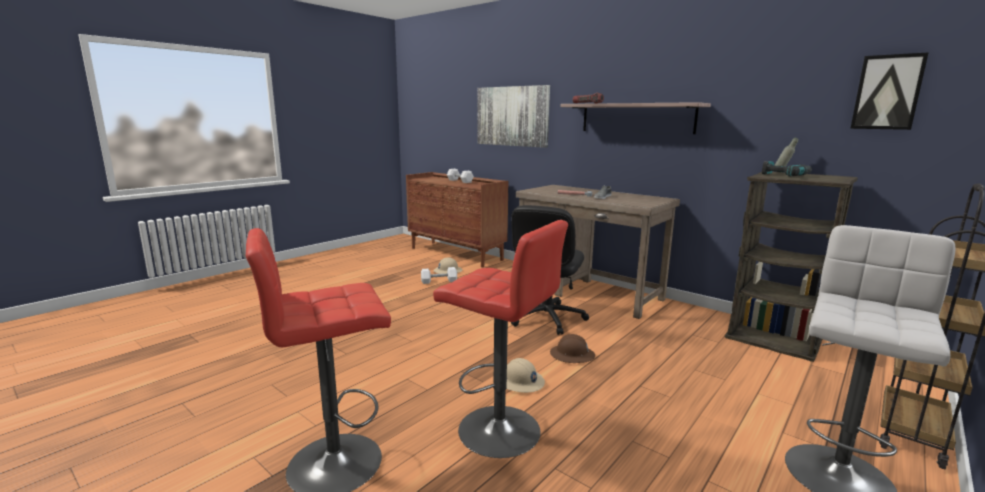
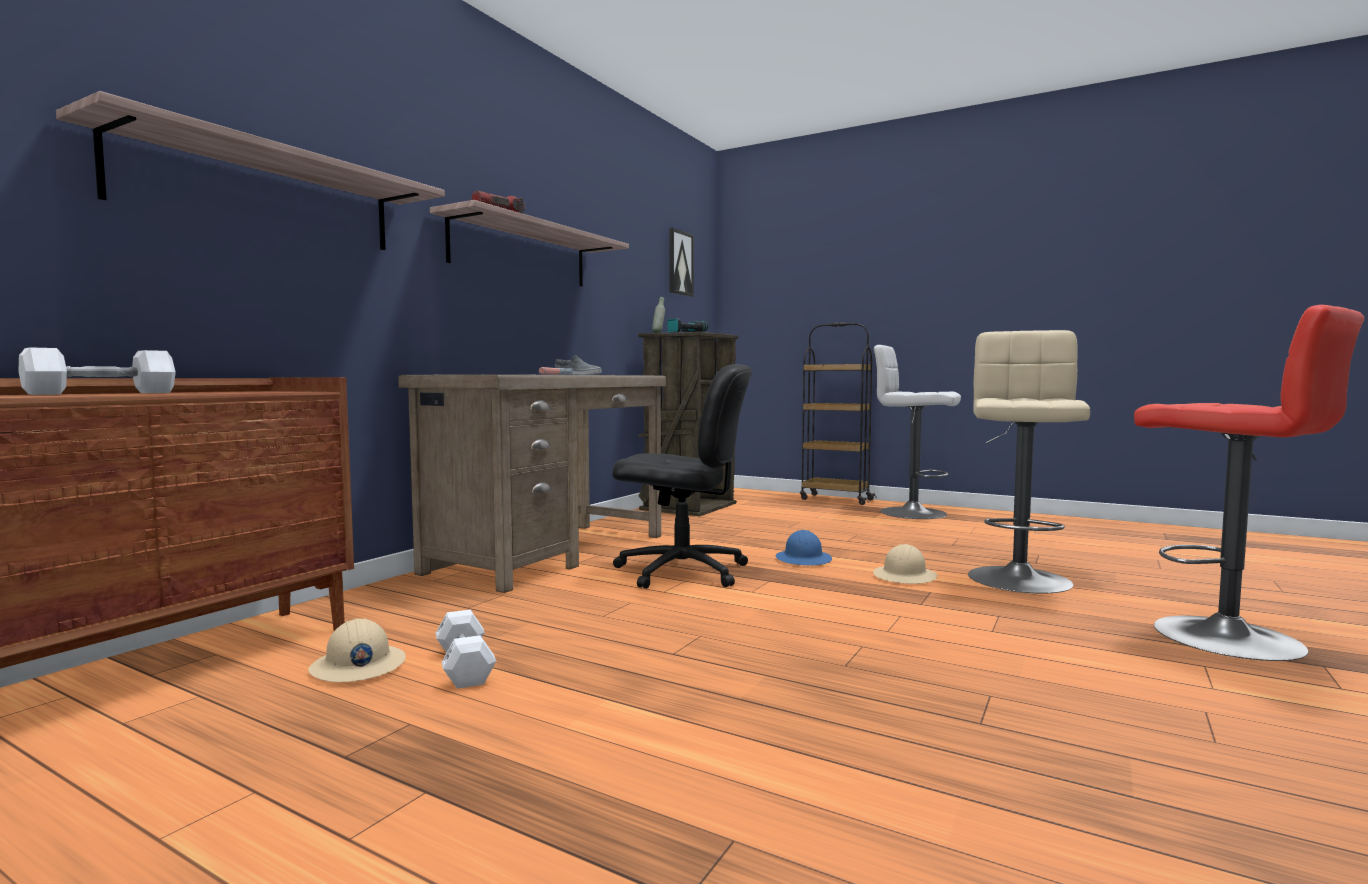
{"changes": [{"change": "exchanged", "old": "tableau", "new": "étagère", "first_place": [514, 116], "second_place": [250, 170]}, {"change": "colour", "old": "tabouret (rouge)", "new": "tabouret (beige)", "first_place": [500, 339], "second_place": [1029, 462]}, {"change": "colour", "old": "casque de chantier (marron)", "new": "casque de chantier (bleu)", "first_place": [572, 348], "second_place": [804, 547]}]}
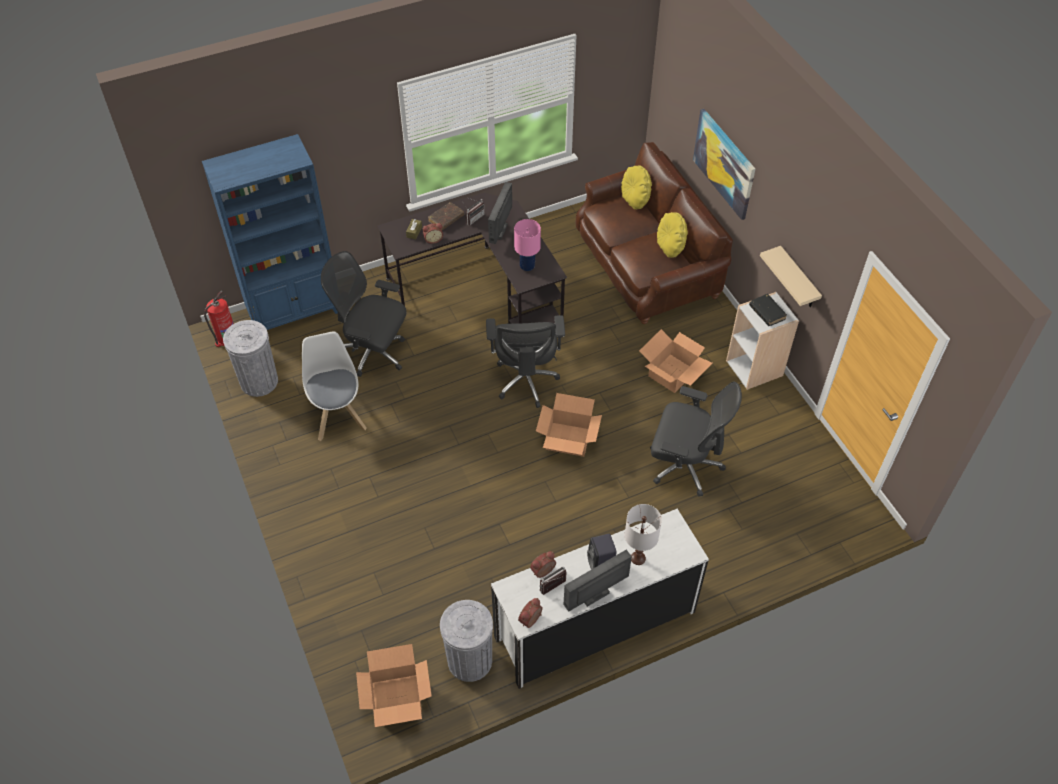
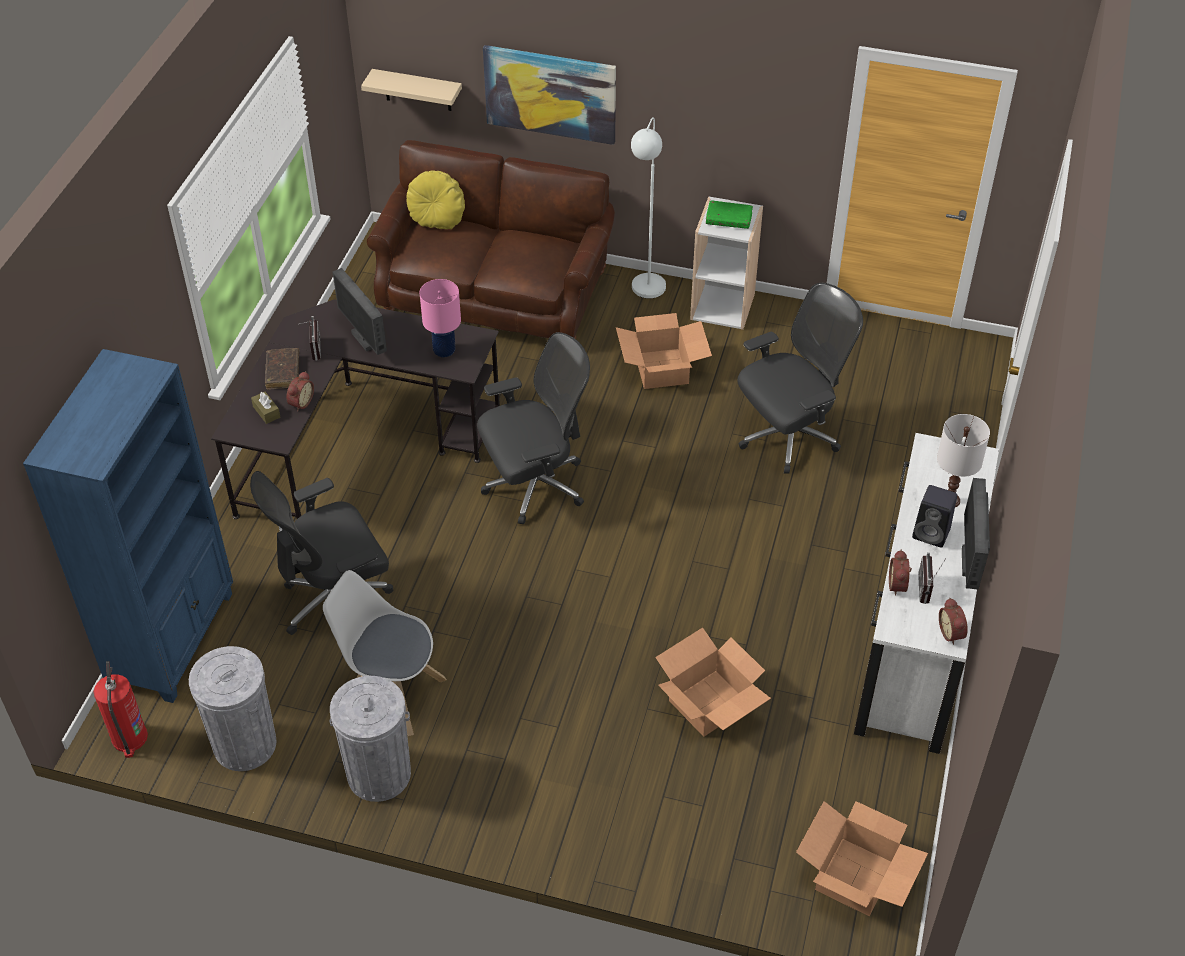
{"changes": [{"change": "missing", "old": "coussin (jaune)", "first_place": [672, 235]}, {"change": "relocated", "old": "étagère (beige)", "first_place": [791, 276], "second_place": [411, 90]}, {"change": "colour", "old": "livre (noir)", "new": "livre (vert)", "first_place": [768, 310], "second_place": [729, 214]}, {"change": "spun", "old": "chaise de bureau", "first_place": [525, 361], "second_place": [533, 428], "degrees": -60}, {"change": "relocated", "old": "carton", "first_place": [569, 425], "second_place": [713, 681]}, {"change": "relocated", "old": "poubelle (gris)", "first_place": [466, 641], "second_place": [370, 739]}, {"change": "appeared", "new": "lampadaire (blanc)", "second_place": [648, 208]}]}
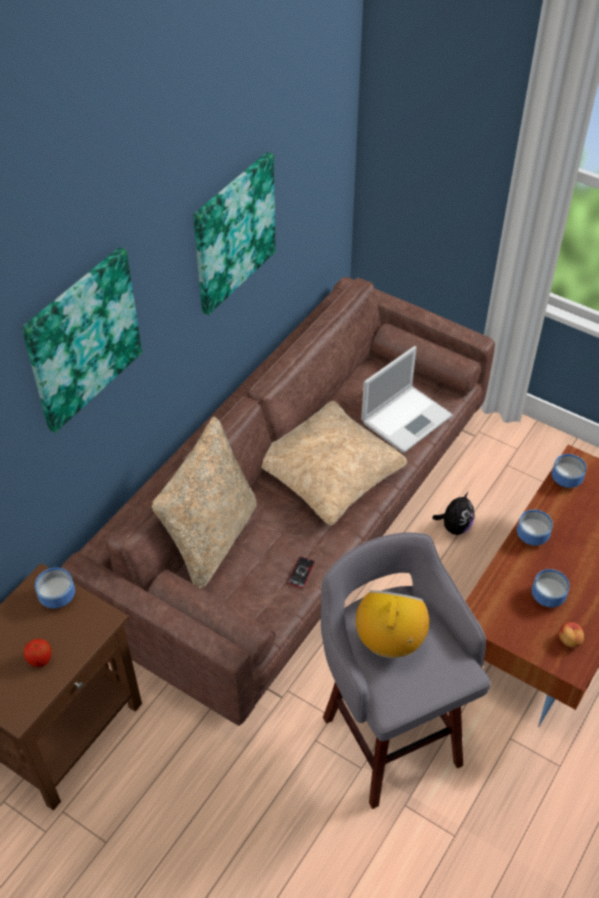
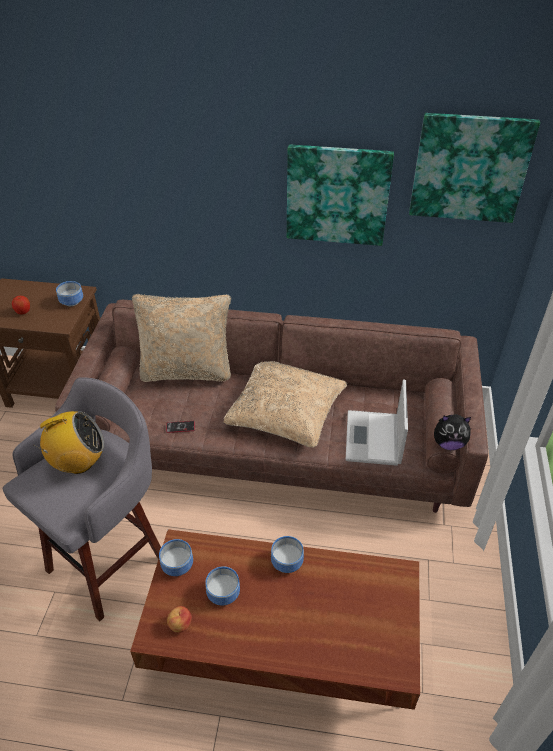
{"changes": [{"change": "relocated", "old": "tableau", "first_place": [82, 340], "second_place": [474, 168]}, {"change": "spun", "old": "ordinateur portable", "first_place": [407, 399], "second_place": [377, 422], "degrees": 75}, {"change": "relocated", "old": "bol", "first_place": [569, 471], "second_place": [176, 557]}, {"change": "relocated", "old": "peluche", "first_place": [453, 513], "second_place": [452, 432]}]}
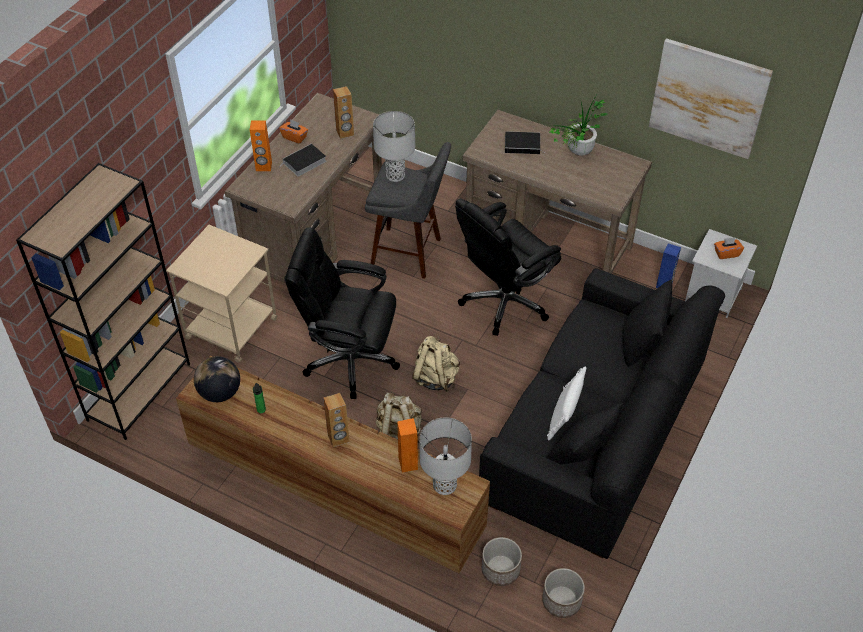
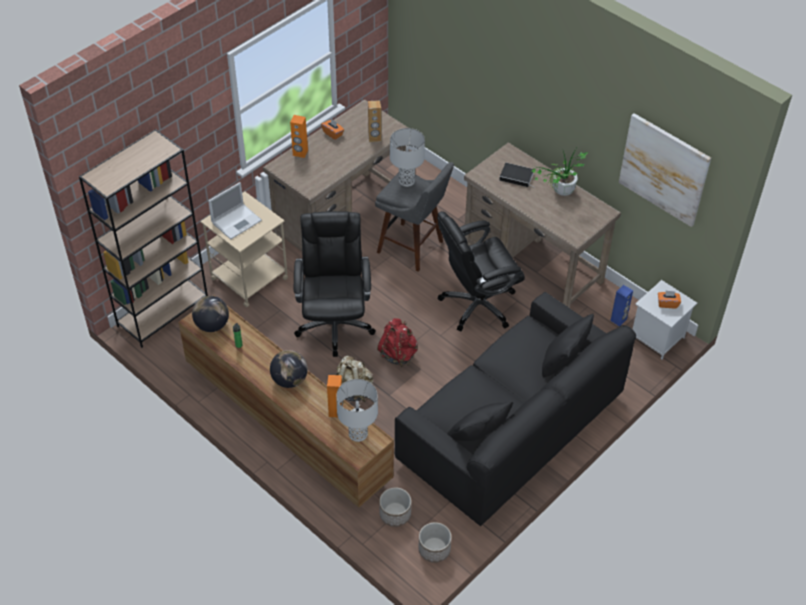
{"changes": [{"change": "missing", "old": "livre", "first_place": [304, 160]}, {"change": "spun", "old": "chaise de bureau (noir)", "first_place": [342, 313], "second_place": [334, 284], "degrees": 60}, {"change": "colour", "old": "sac à dos (beige)", "new": "sac à dos (rouge)", "first_place": [436, 364], "second_place": [397, 342]}, {"change": "missing", "old": "coussin (blanc)", "first_place": [566, 403]}, {"change": "exchanged", "old": "enceinte (marron)", "new": "globe", "first_place": [336, 420], "second_place": [289, 369]}, {"change": "appeared", "new": "ordinateur portable", "second_place": [235, 211]}]}
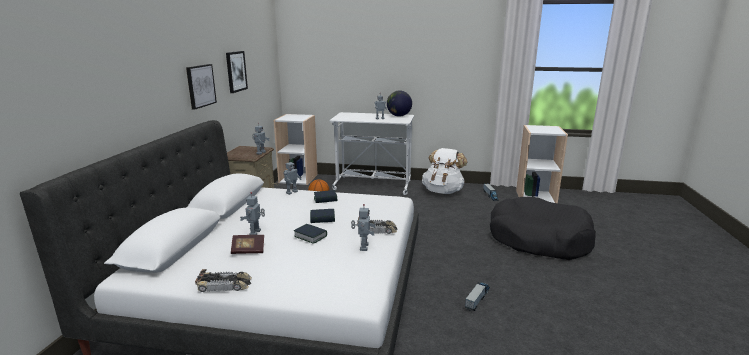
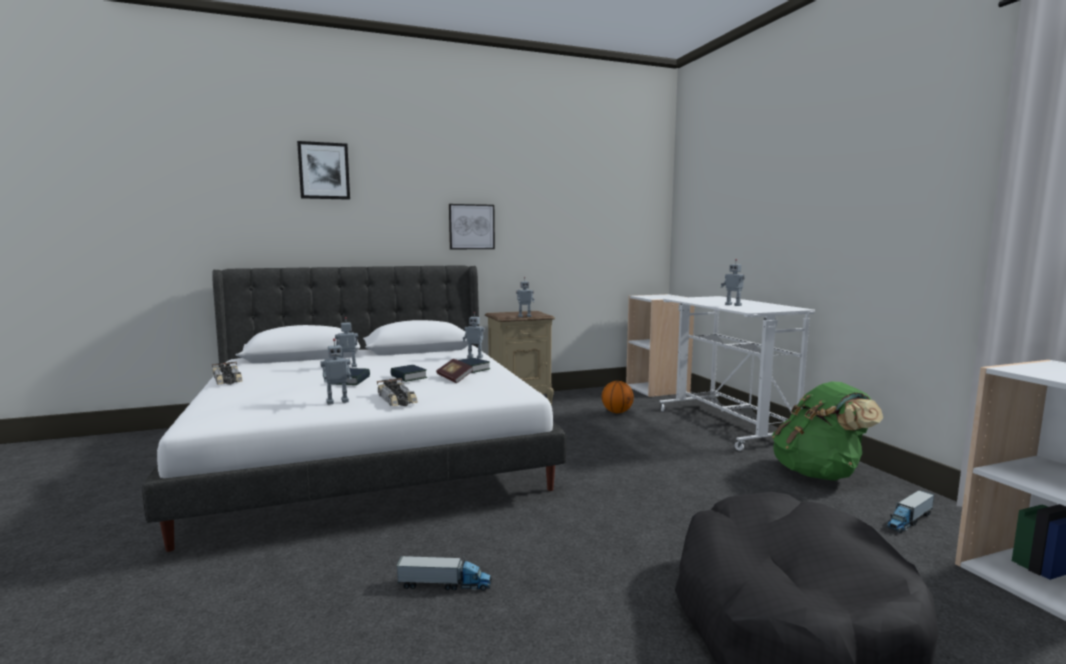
{"changes": [{"change": "relocated", "old": "tableau", "first_place": [237, 72], "second_place": [323, 170]}, {"change": "missing", "old": "globe", "first_place": [399, 103]}, {"change": "colour", "old": "sac à dos (blanc)", "new": "sac à dos (vert)", "first_place": [444, 171], "second_place": [827, 431]}, {"change": "relocated", "old": "livre", "first_place": [247, 244], "second_place": [454, 371]}]}
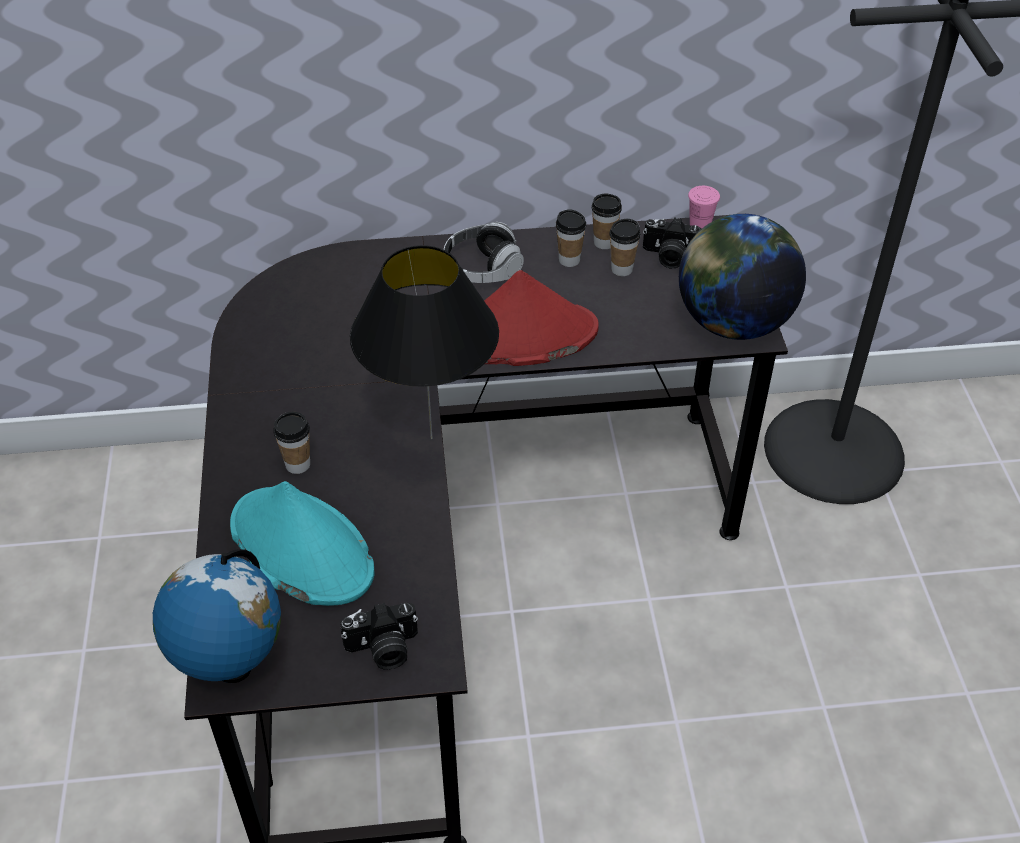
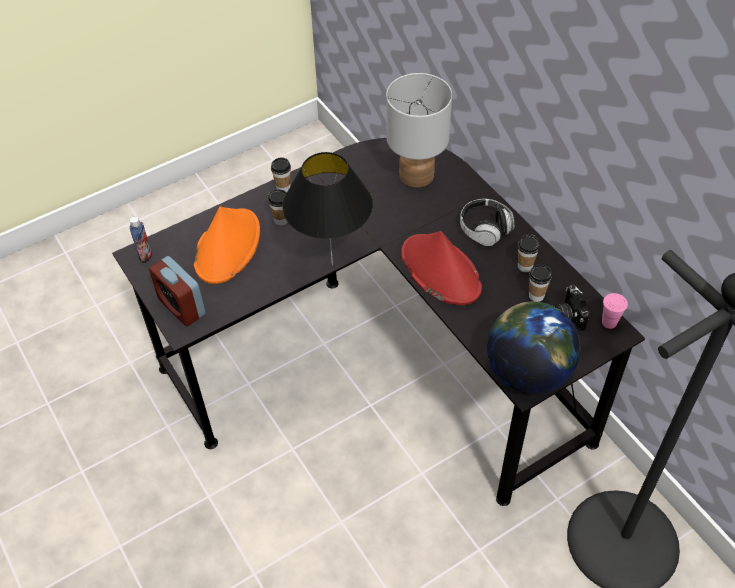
{"changes": [{"change": "relocated", "old": "tasse", "first_place": [607, 221], "second_place": [281, 174]}, {"change": "colour", "old": "chapeau (turquoise)", "new": "chapeau (orange)", "first_place": [302, 543], "second_place": [227, 245]}, {"change": "exchanged", "old": "globe", "new": "bouteille", "first_place": [217, 616], "second_place": [141, 239]}, {"change": "exchanged", "old": "appareil photo", "new": "réveil", "first_place": [379, 636], "second_place": [177, 291]}, {"change": "appeared", "new": "lampe de table (gris)", "second_place": [419, 130]}]}
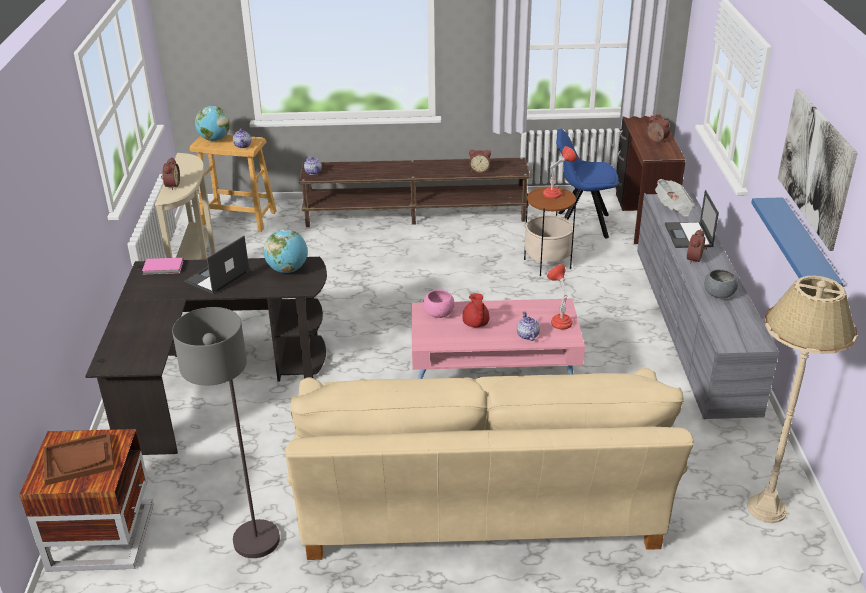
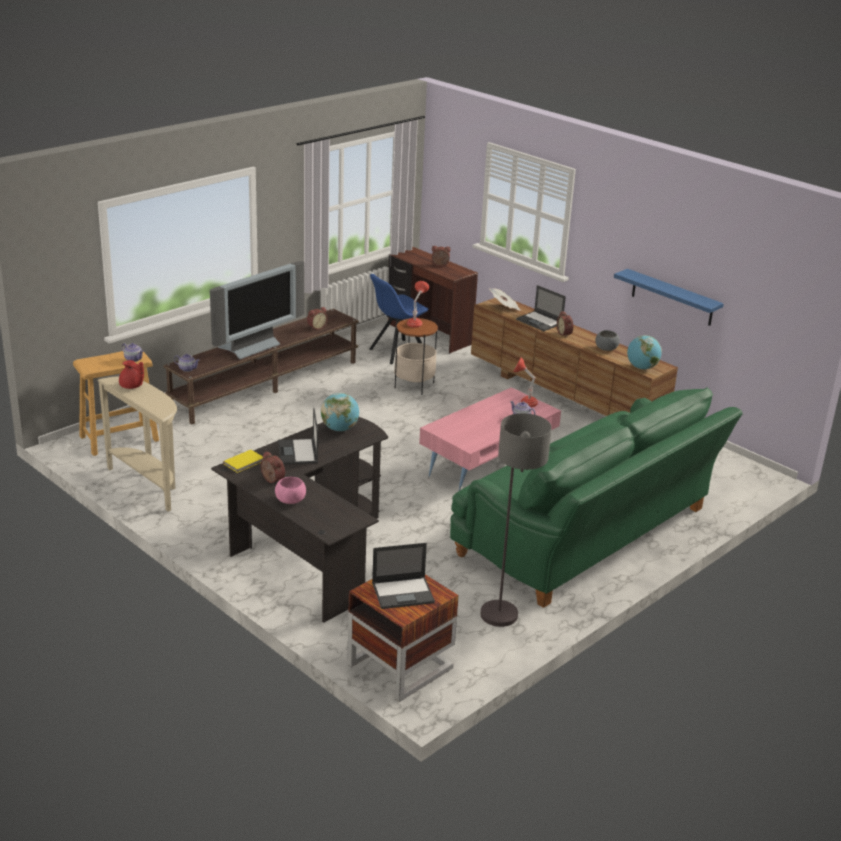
{"changes": [{"change": "missing", "old": "tableau", "first_place": [817, 170]}, {"change": "relocated", "old": "globe", "first_place": [212, 123], "second_place": [644, 352]}, {"change": "relocated", "old": "réveil", "first_place": [170, 173], "second_place": [273, 467]}, {"change": "colour", "old": "meuble de rangement (gris)", "new": "meuble de rangement (marron)", "first_place": [708, 306], "second_place": [574, 357]}, {"change": "colour", "old": "livre (rose)", "new": "livre (jaune)", "first_place": [163, 266], "second_place": [243, 461]}, {"change": "missing", "old": "lampadaire (beige)", "first_place": [802, 399]}, {"change": "relocated", "old": "bol (rose)", "first_place": [439, 304], "second_place": [290, 490]}, {"change": "relocated", "old": "théière (rouge)", "first_place": [475, 310], "second_place": [131, 374]}, {"change": "colour", "old": "canapé (beige)", "new": "canapé (vert)", "first_place": [489, 464], "second_place": [596, 497]}, {"change": "exchanged", "old": "plateau (marron)", "new": "ordinateur portable", "first_place": [78, 458], "second_place": [403, 576]}, {"change": "appeared", "new": "téléviseur", "second_place": [257, 310]}]}
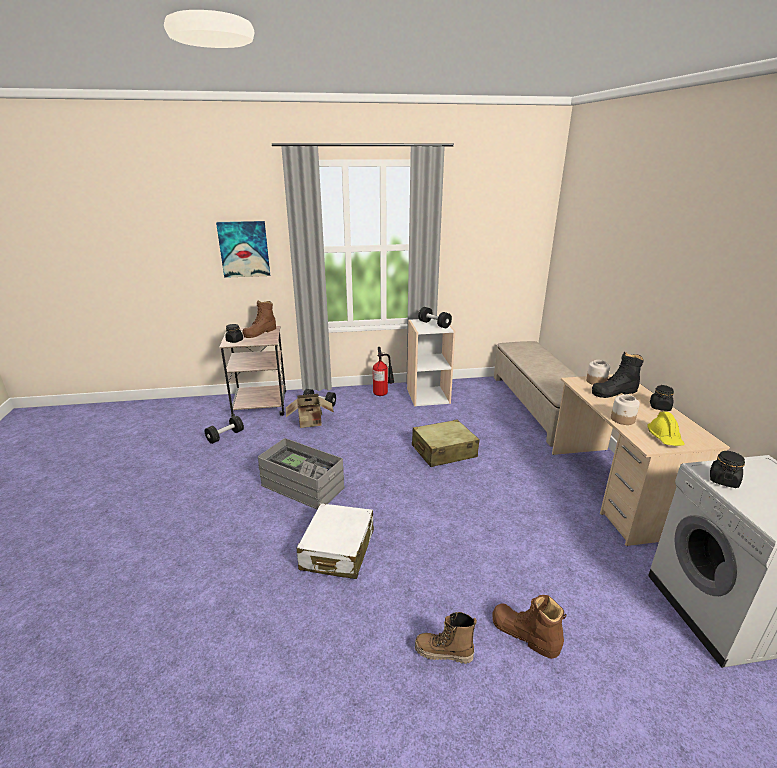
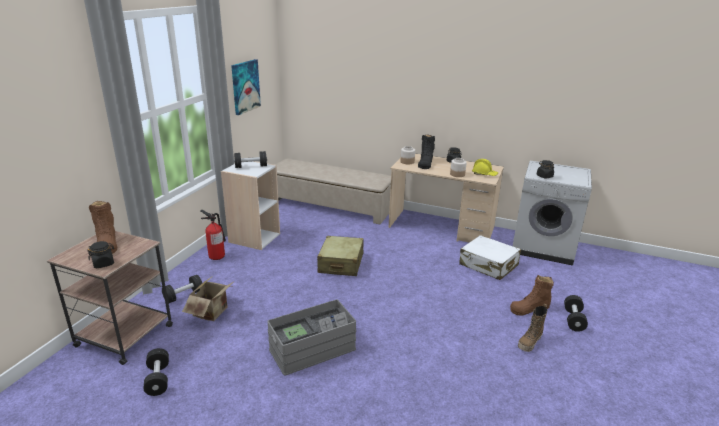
{"changes": [{"change": "relocated", "old": "tableau", "first_place": [243, 249], "second_place": [246, 87]}, {"change": "relocated", "old": "valise (blanc)", "first_place": [335, 541], "second_place": [490, 257]}, {"change": "appeared", "new": "haltère (noir)", "second_place": [576, 313]}]}
